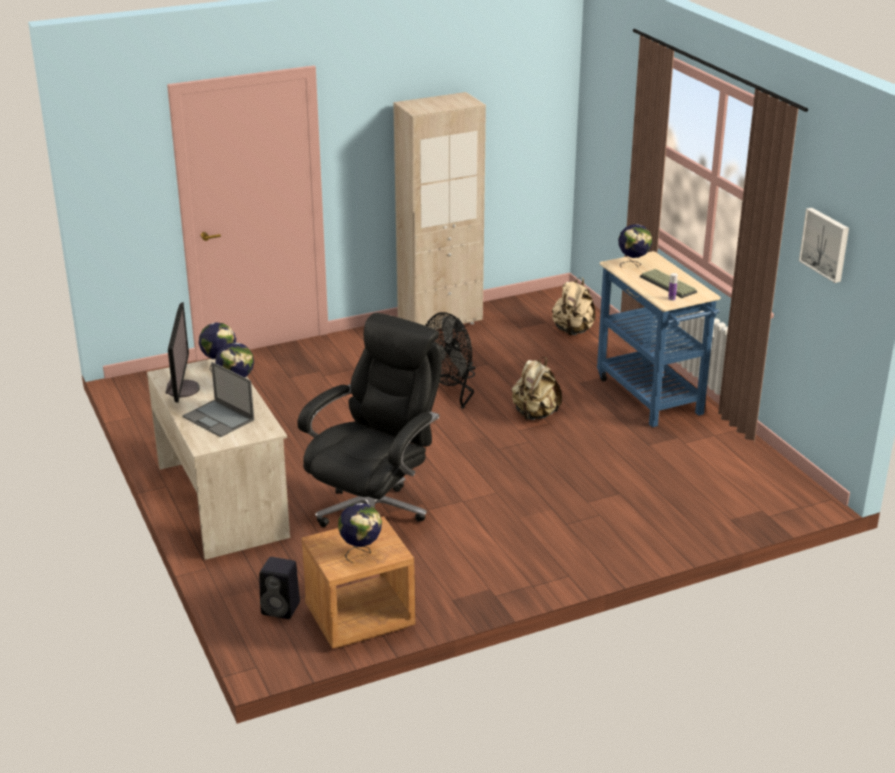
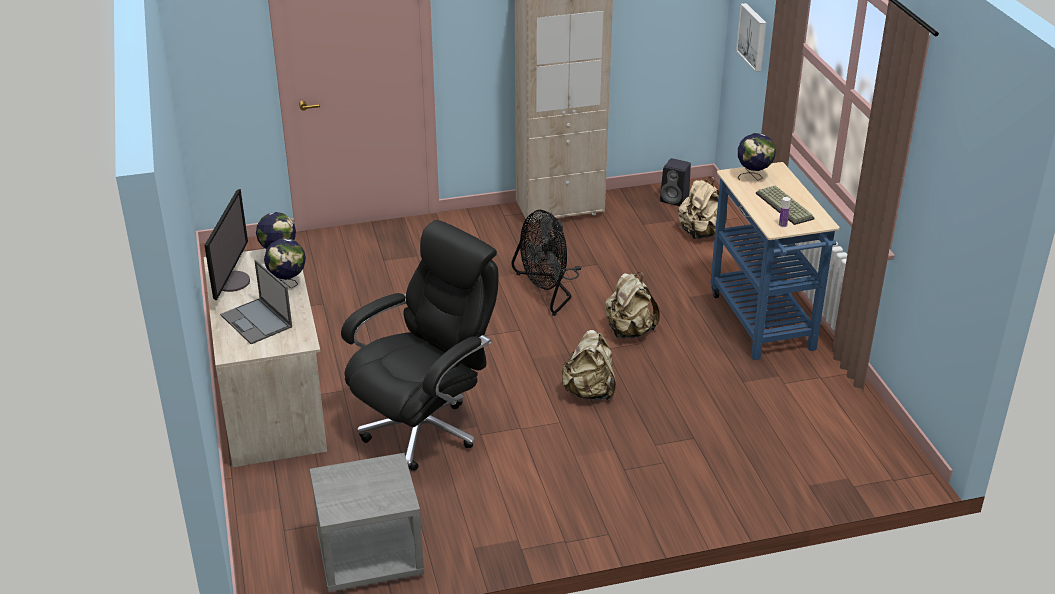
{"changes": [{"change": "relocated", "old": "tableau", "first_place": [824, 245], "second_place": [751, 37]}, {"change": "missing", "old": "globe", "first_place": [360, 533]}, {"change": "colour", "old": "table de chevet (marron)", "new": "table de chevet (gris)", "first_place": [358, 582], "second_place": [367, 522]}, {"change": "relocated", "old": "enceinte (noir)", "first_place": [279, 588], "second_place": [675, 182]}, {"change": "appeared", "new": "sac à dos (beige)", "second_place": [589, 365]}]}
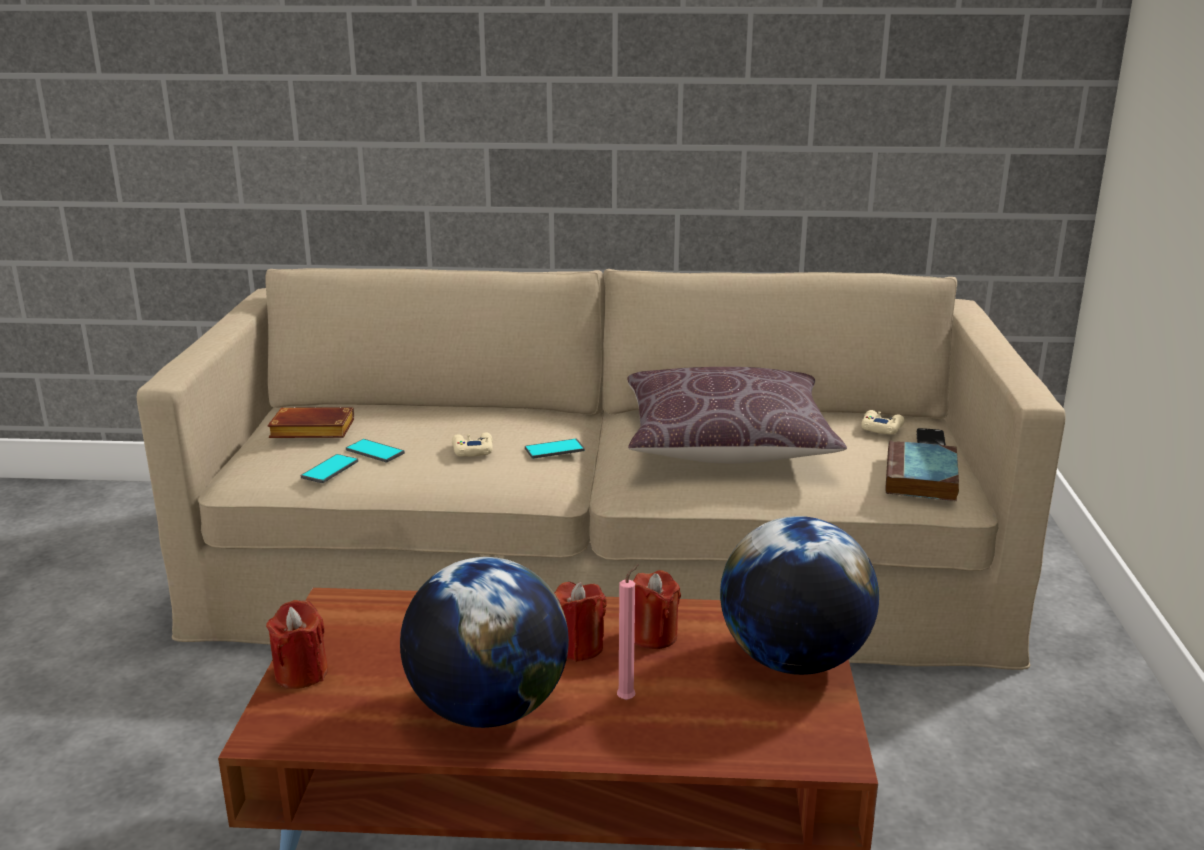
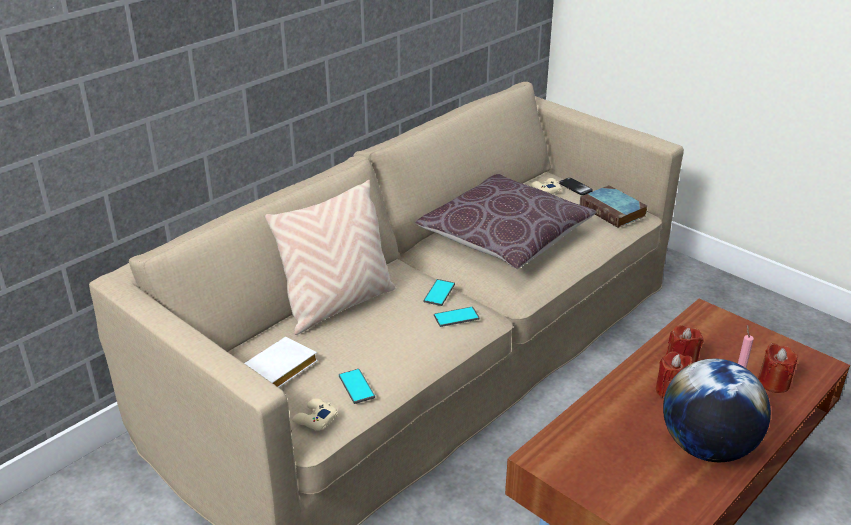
{"changes": [{"change": "colour", "old": "livre (marron)", "new": "livre (blanc)", "first_place": [310, 422], "second_place": [281, 362]}, {"change": "relocated", "old": "manette (beige)", "first_place": [472, 445], "second_place": [315, 414]}, {"change": "relocated", "old": "téléphone", "first_place": [375, 450], "second_place": [457, 317]}, {"change": "missing", "old": "globe", "first_place": [799, 595]}, {"change": "relocated", "old": "bougie (rouge)", "first_place": [297, 644], "second_place": [778, 368]}, {"change": "appeared", "new": "coussin (beige)", "second_place": [330, 257]}]}
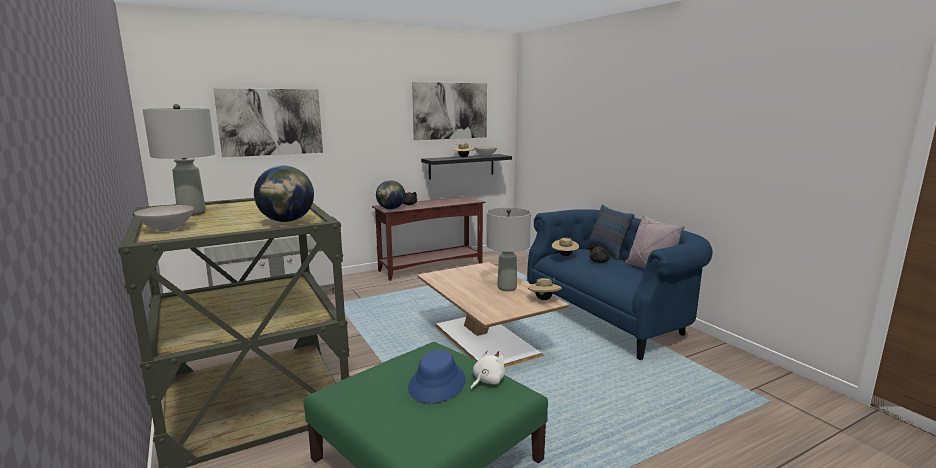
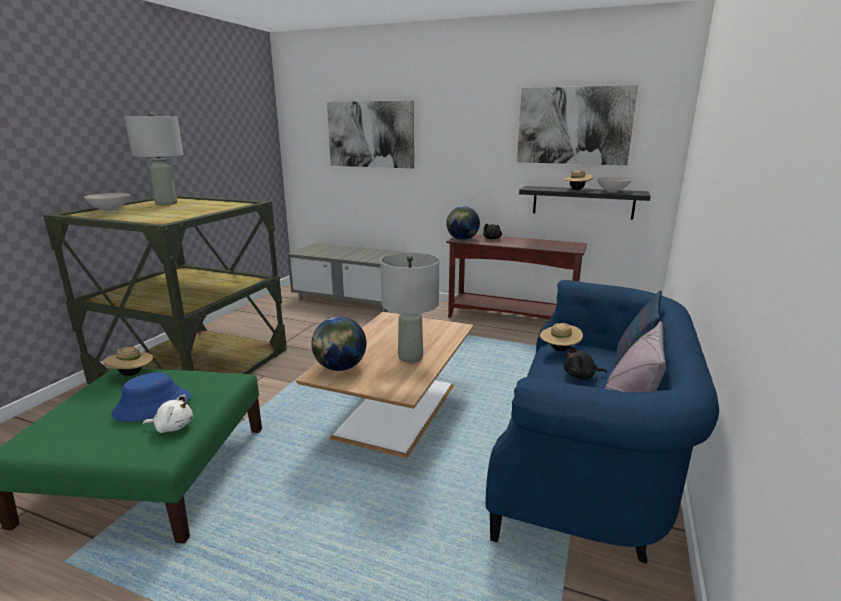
{"changes": [{"change": "relocated", "old": "globe", "first_place": [284, 194], "second_place": [339, 344]}, {"change": "relocated", "old": "chapeau (beige)", "first_place": [545, 289], "second_place": [128, 361]}]}
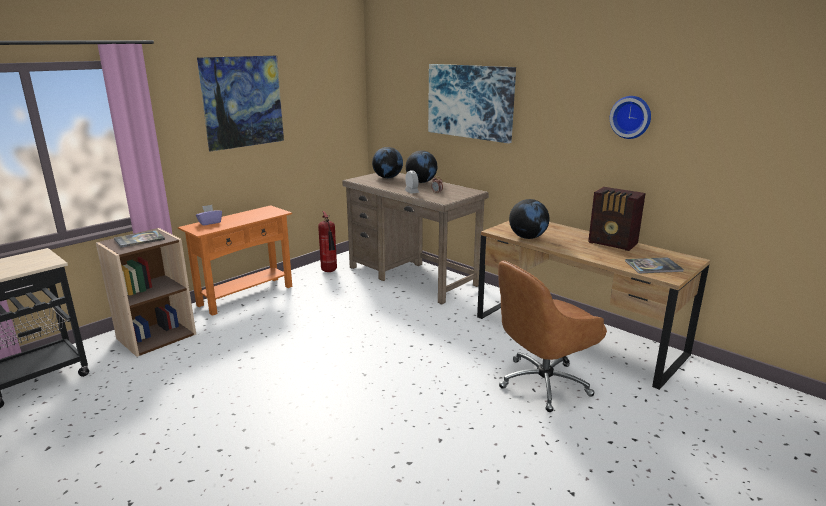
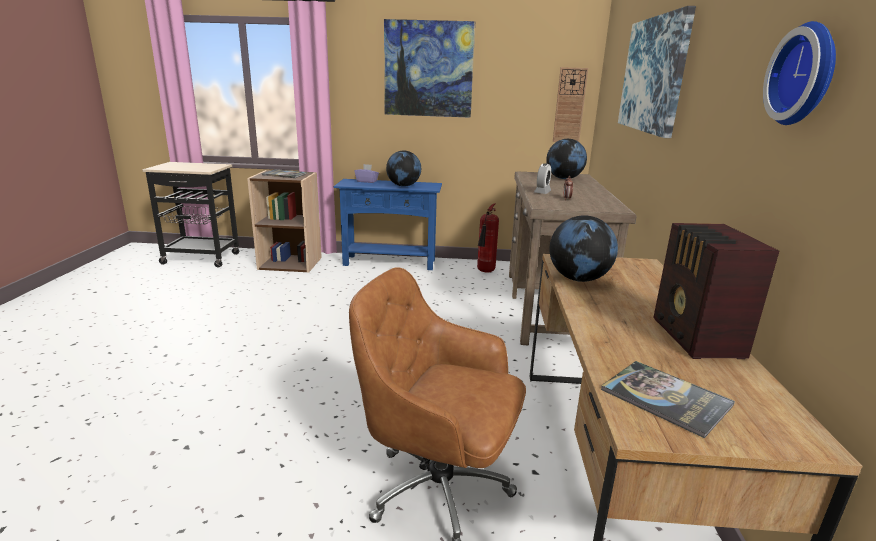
{"changes": [{"change": "relocated", "old": "globe", "first_place": [421, 166], "second_place": [403, 168]}, {"change": "colour", "old": "table console (orange)", "new": "table console (bleu)", "first_place": [235, 260], "second_place": [388, 224]}, {"change": "appeared", "new": "horloge murale", "second_place": [570, 104]}]}
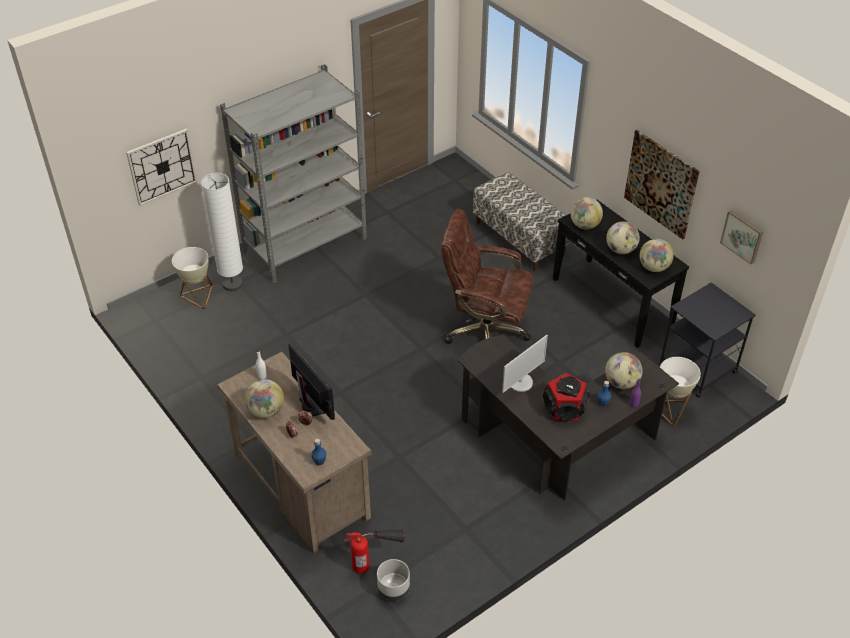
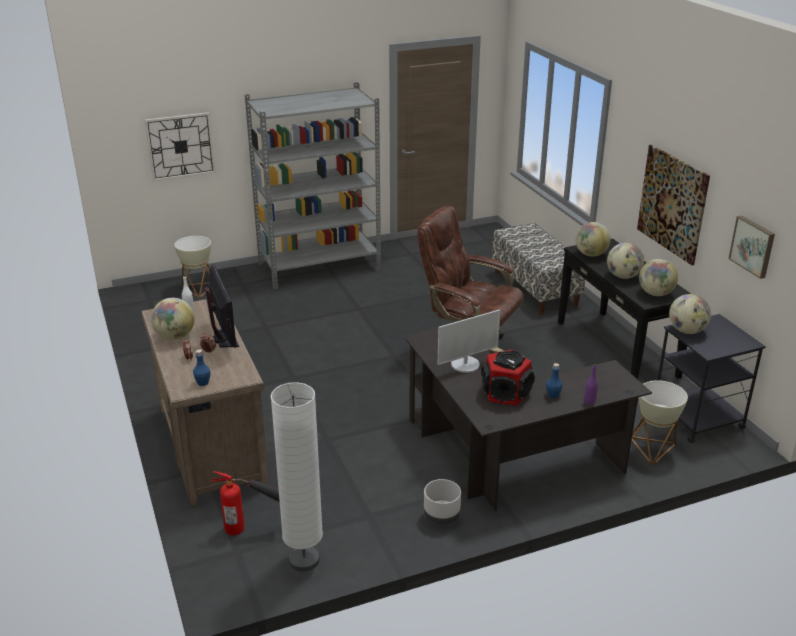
{"changes": [{"change": "relocated", "old": "lampadaire (blanc)", "first_place": [222, 232], "second_place": [296, 477]}, {"change": "relocated", "old": "globe", "first_place": [624, 370], "second_place": [690, 314]}, {"change": "relocated", "old": "cache-pot (gris)", "first_place": [393, 580], "second_place": [442, 502]}]}
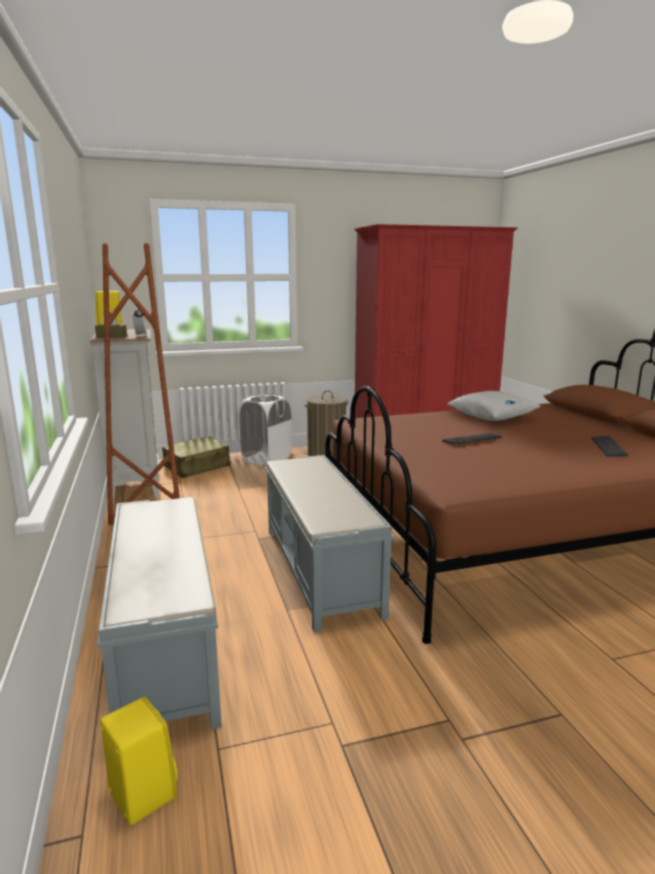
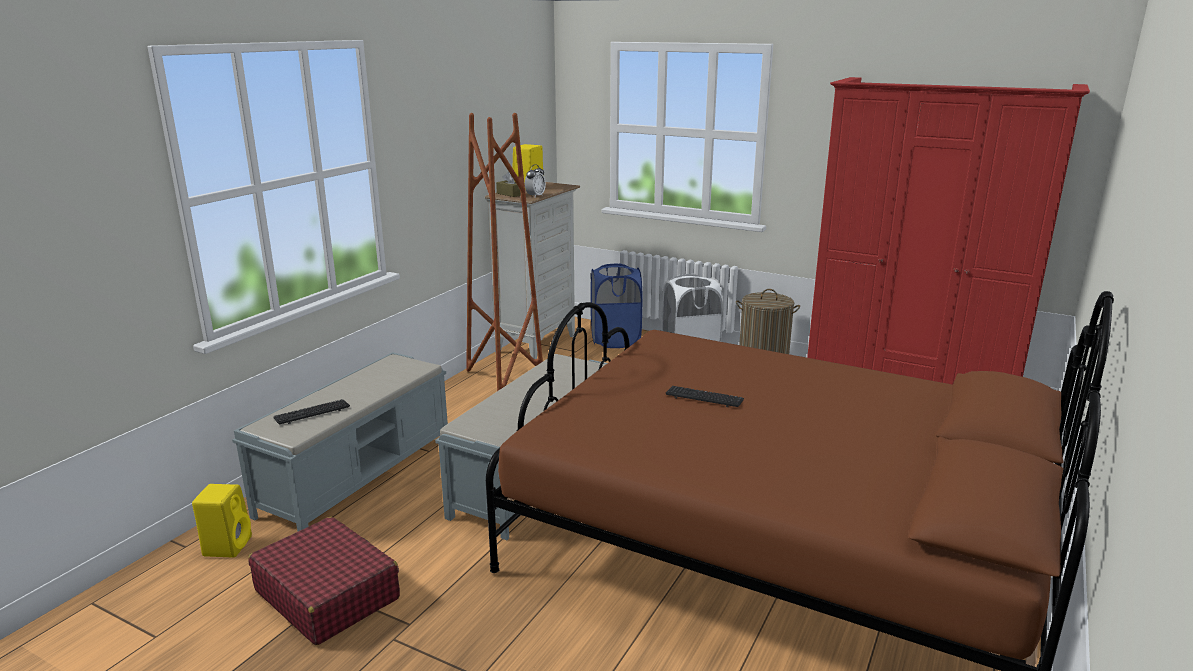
{"changes": [{"change": "missing", "old": "coussin (gris)", "first_place": [494, 406]}, {"change": "exchanged", "old": "valise (beige)", "new": "panier à linge (bleu)", "first_place": [196, 457], "second_place": [617, 305]}, {"change": "relocated", "old": "clavier", "first_place": [609, 446], "second_place": [311, 412]}, {"change": "appeared", "new": "valise (rouge)", "second_place": [324, 581]}]}
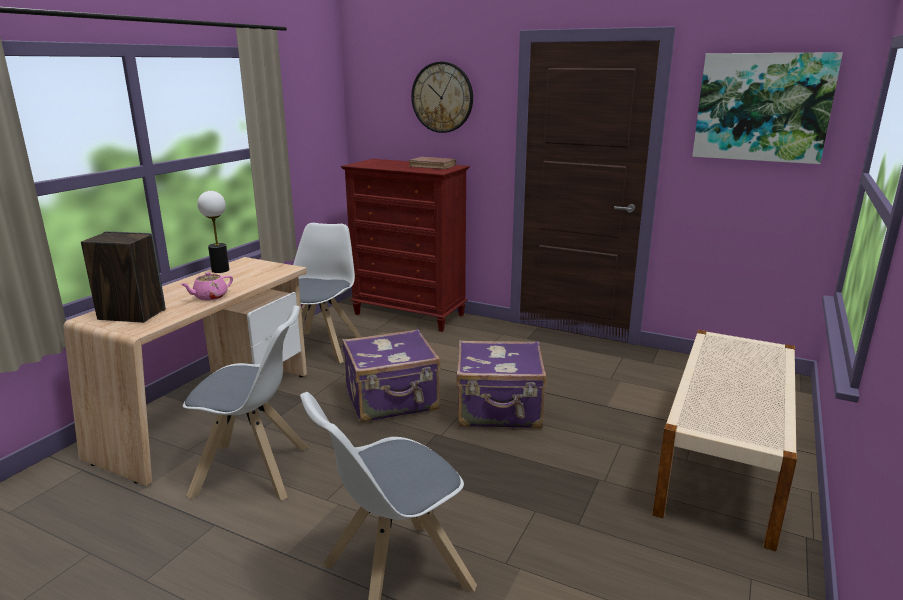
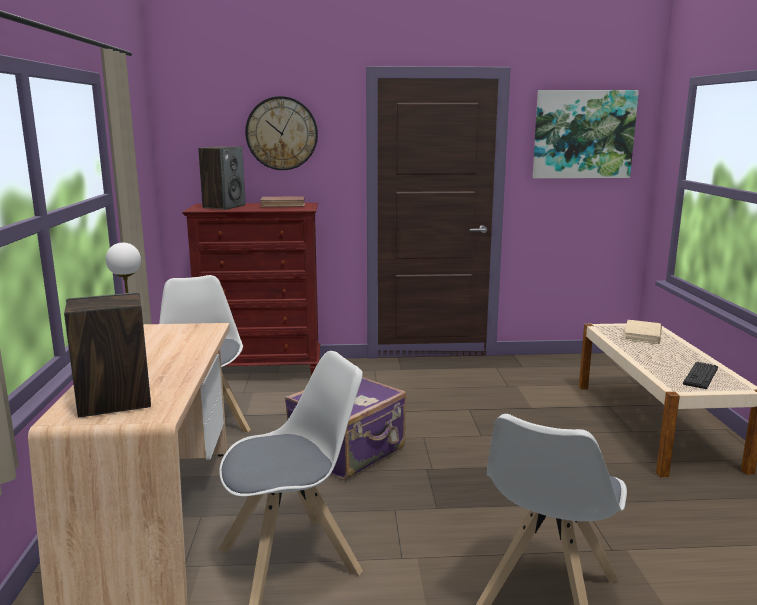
{"changes": [{"change": "missing", "old": "théière (rose)", "first_place": [207, 286]}, {"change": "missing", "old": "valise (violet)", "first_place": [501, 384]}, {"change": "appeared", "new": "enceinte", "second_place": [221, 178]}, {"change": "appeared", "new": "livre (beige)", "second_place": [642, 332]}, {"change": "appeared", "new": "clavier", "second_place": [700, 375]}]}
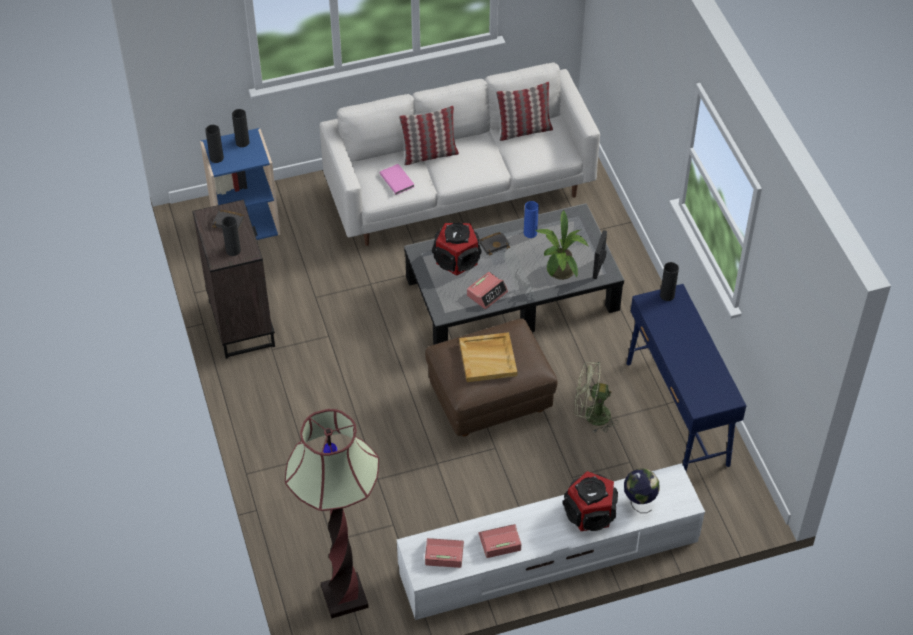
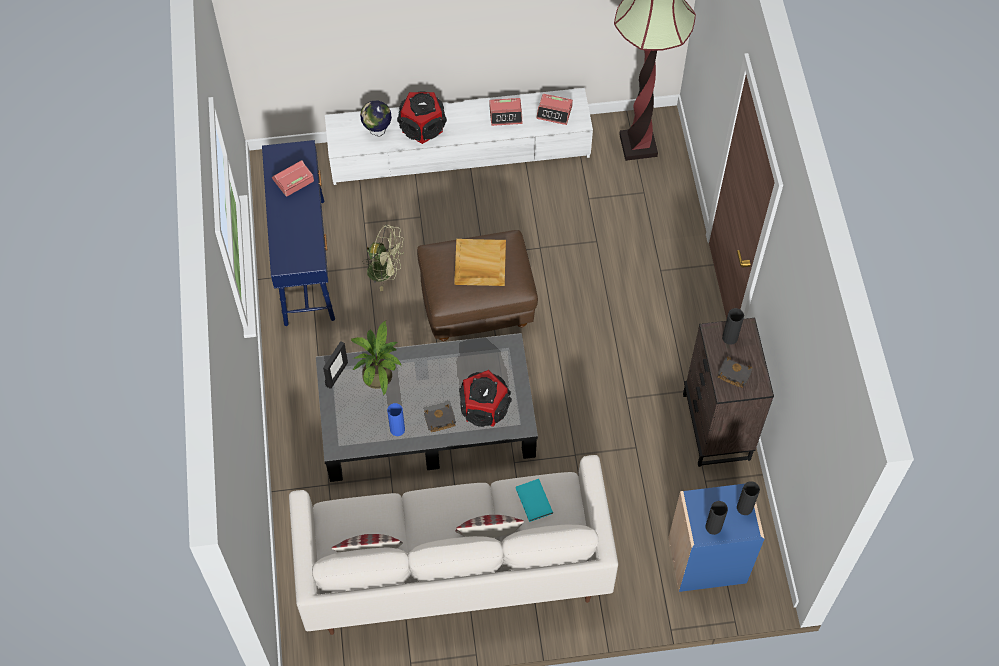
{"changes": [{"change": "colour", "old": "livre (rose)", "new": "livre (turquoise)", "first_place": [397, 179], "second_place": [534, 500]}, {"change": "missing", "old": "vase (noir)", "first_place": [669, 281]}, {"change": "relocated", "old": "réveil", "first_place": [487, 290], "second_place": [293, 178]}]}
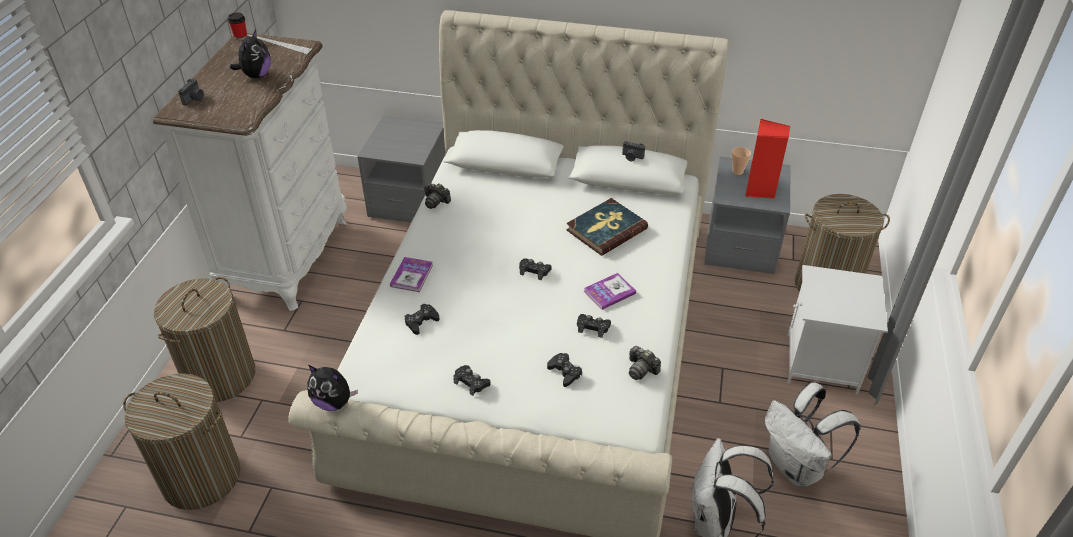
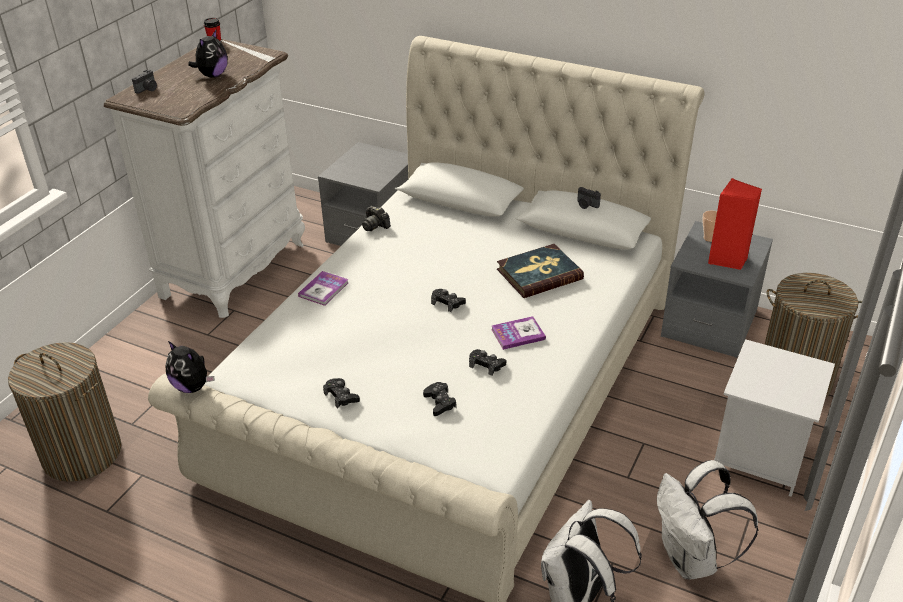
{"changes": [{"change": "missing", "old": "panier à linge", "first_place": [204, 339]}, {"change": "missing", "old": "manette (noir)", "first_place": [422, 319]}, {"change": "missing", "old": "appareil photo", "first_place": [645, 363]}]}
